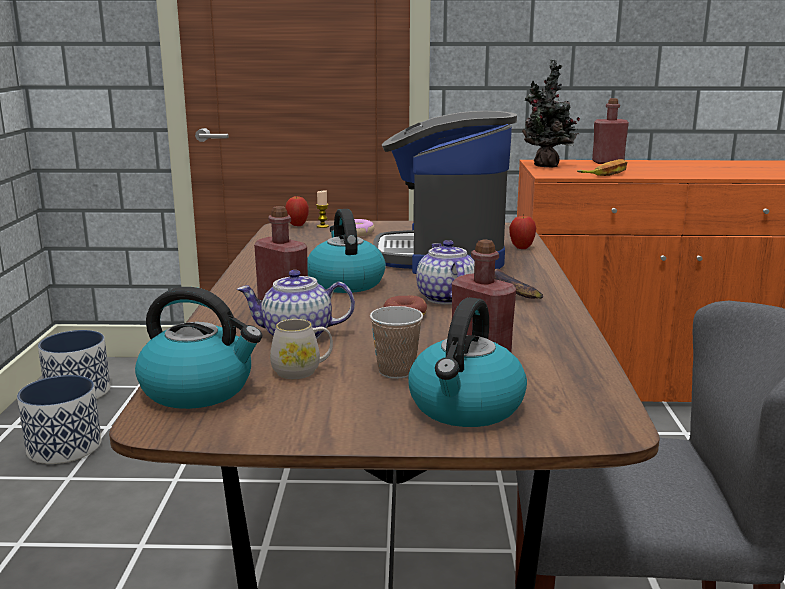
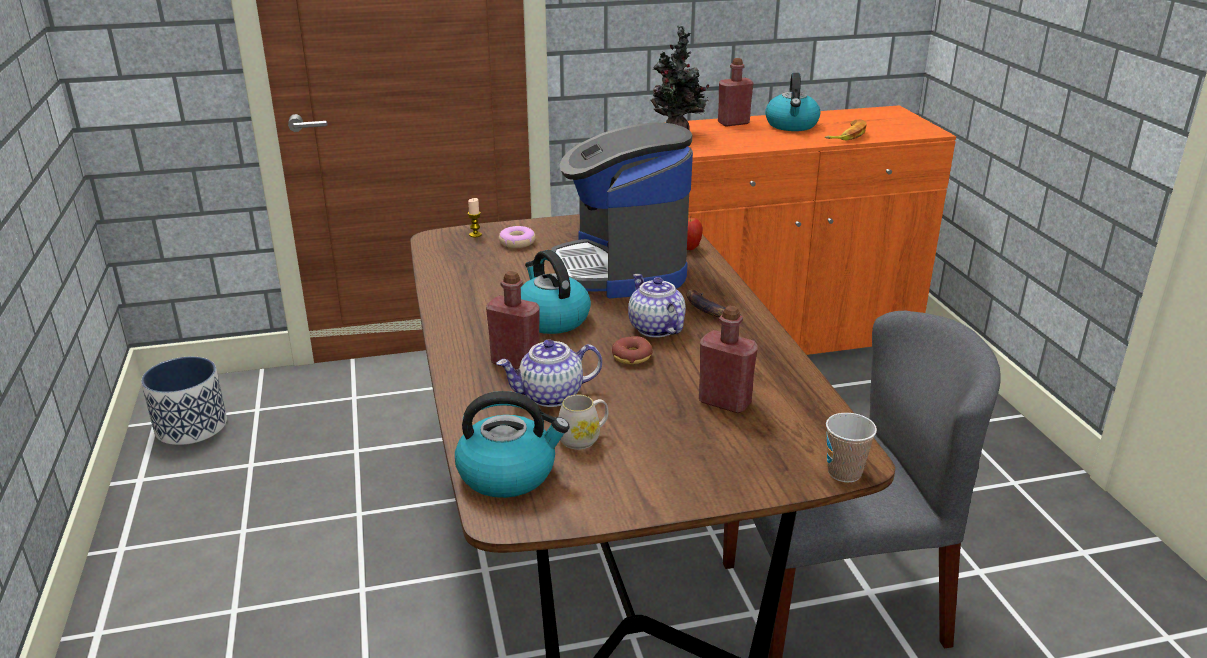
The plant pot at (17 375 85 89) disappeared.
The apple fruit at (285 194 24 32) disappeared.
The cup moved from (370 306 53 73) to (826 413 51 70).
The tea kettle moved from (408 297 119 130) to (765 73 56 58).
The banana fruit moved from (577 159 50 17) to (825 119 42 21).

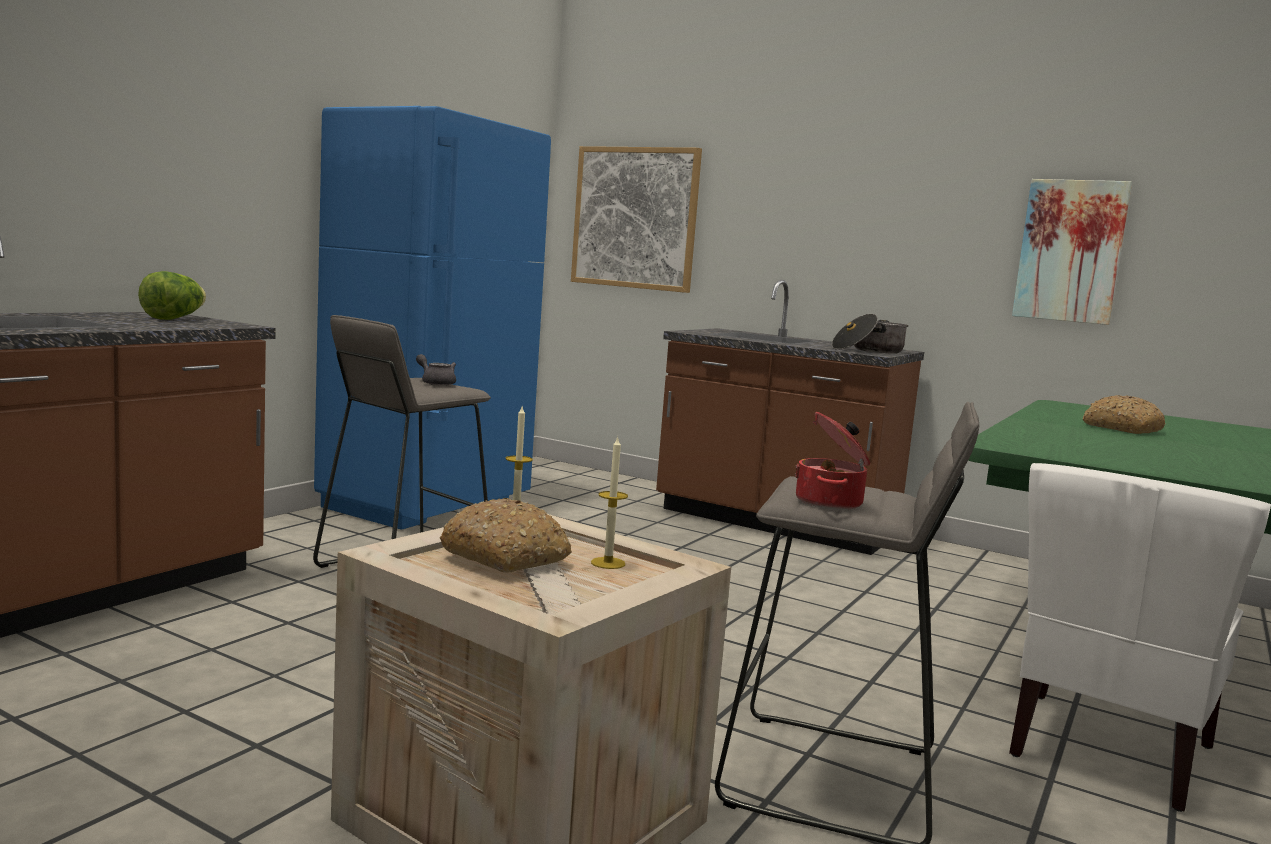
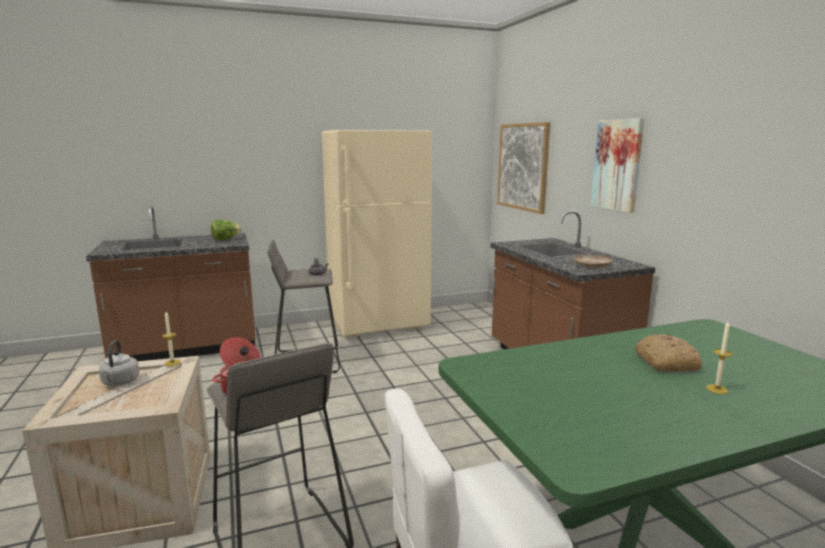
The wax light moved from (591 436 37 133) to (706 320 27 74).
The picture moved from (1012 179 120 146) to (591 118 53 95).
The bread at (440 498 132 75) was replaced by the greyish tea kettle at (99 340 40 46).
The cooking pot at (832 314 76 40) was replaced by the sand-coloured plate at (574 255 39 13).
The blue-coloured refrigerator at (314 106 237 424) became the sand-coloured refrigerator at (322 130 110 208).

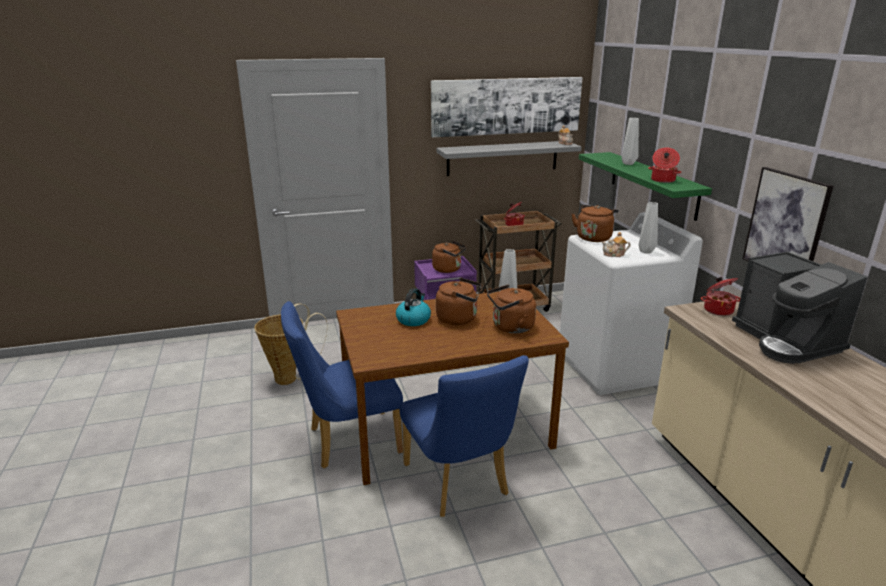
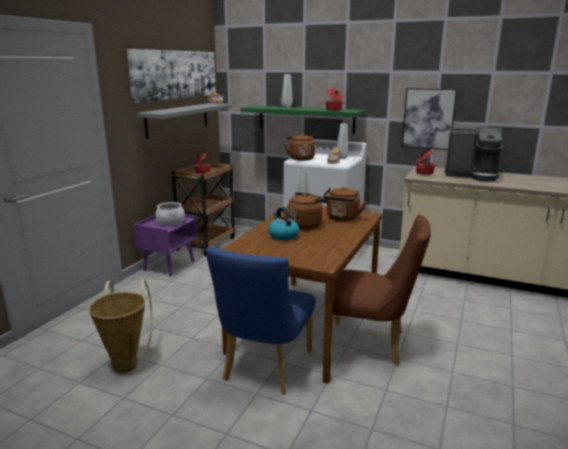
The brown tea kettle at (432 241 34 32) was replaced by the cooking pot at (155 202 30 24).
The blue-coloured chair at (399 355 130 162) became the brown chair at (332 214 99 151).

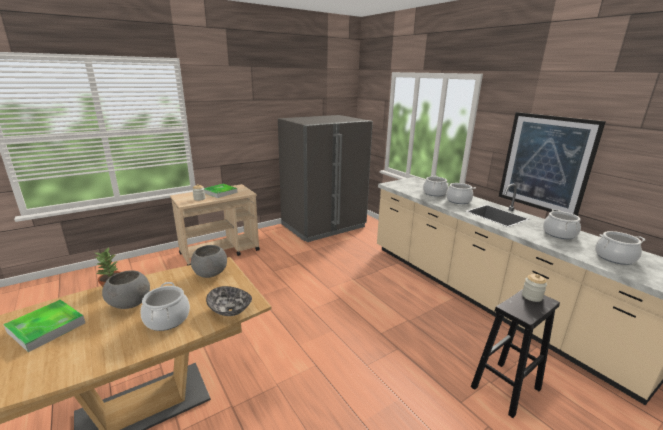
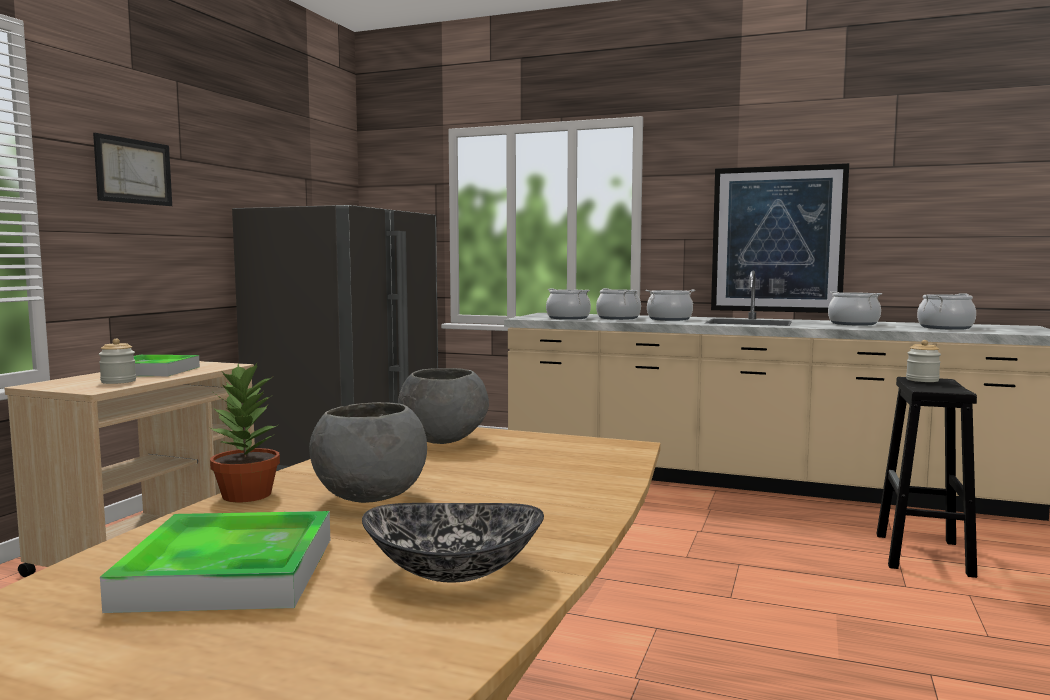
The picture at (93 133 79 73) appeared.
The cooking pot moved from (140 282 50 49) to (546 288 45 32).
The deep dish moved from (206 286 46 30) to (362 503 182 79).

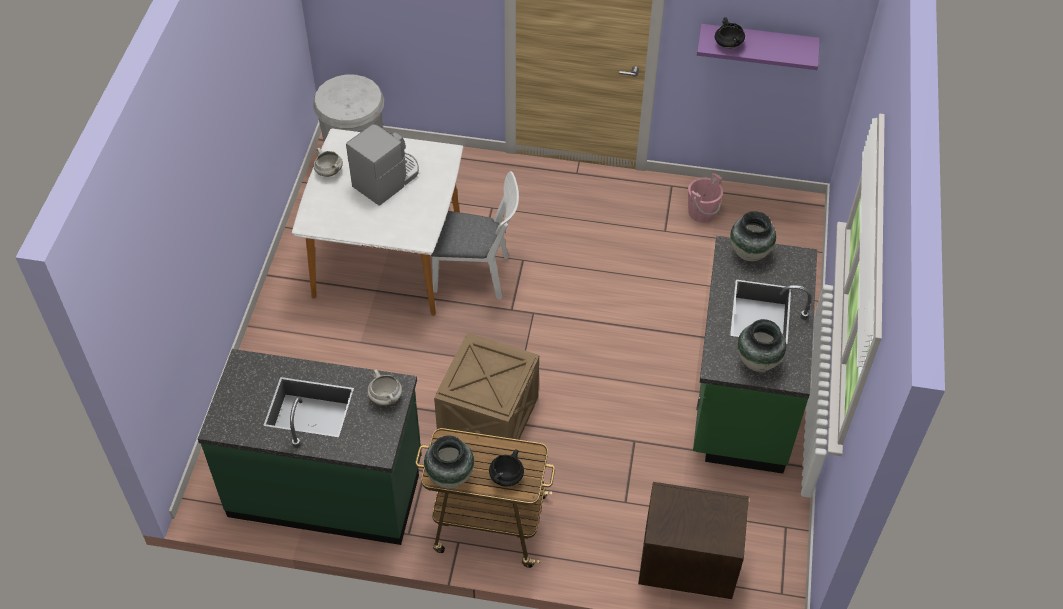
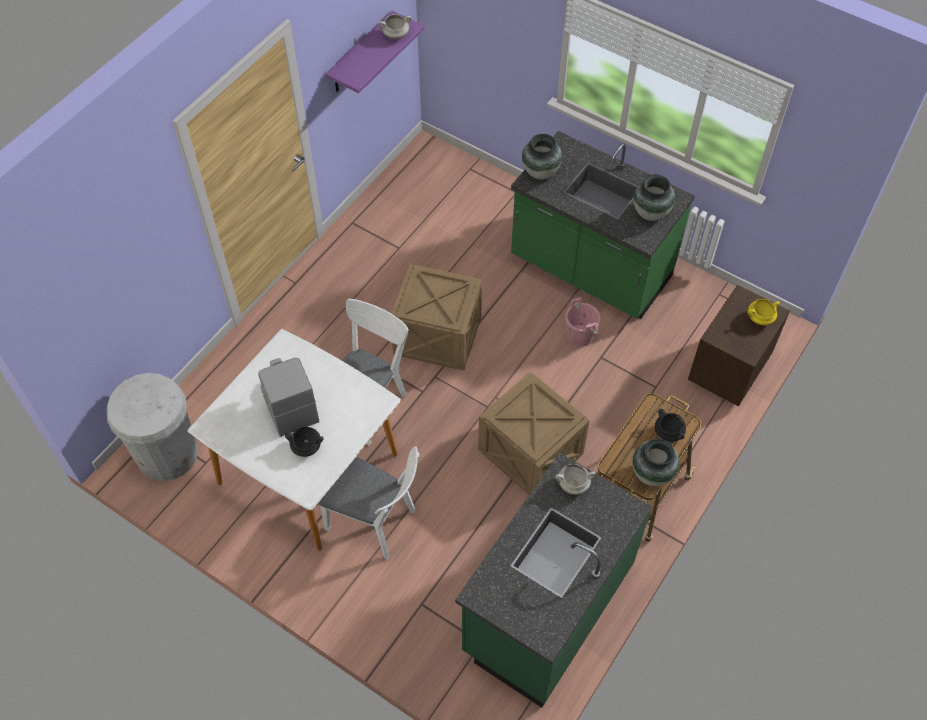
The white-coloured chair at (318 447 101 113) appeared.
The crate at (391 264 91 106) appeared.
The yellowish cooking pot at (748 299 32 26) appeared.
The white-coloured cooking pot moved from (314 148 29 29) to (378 14 33 25).
The pinkish bucket moved from (688 173 35 50) to (565 297 35 50).
The blackish cooking pot moved from (715 17 30 32) to (285 426 38 31).

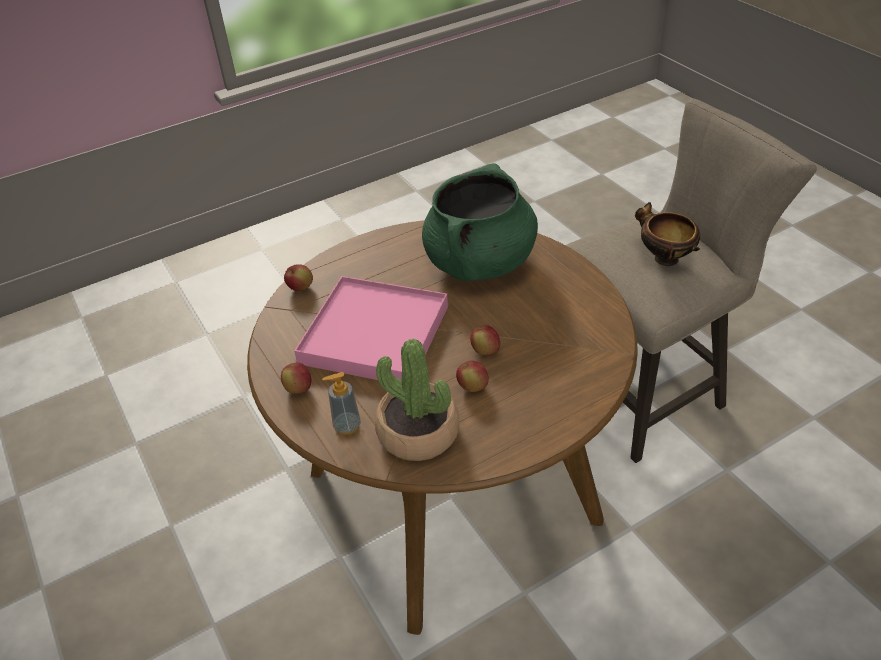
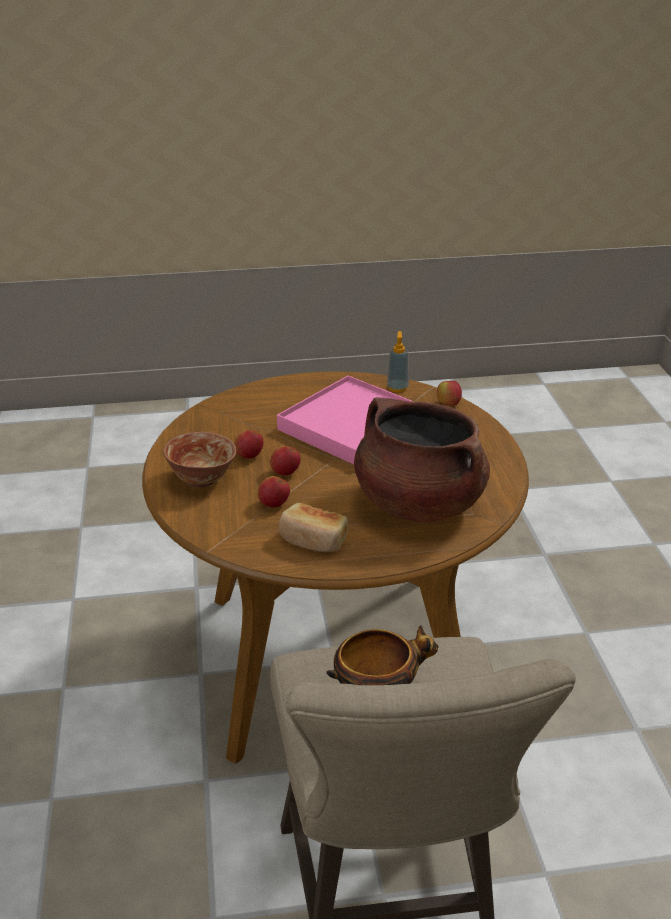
The plant in a pot at (375 339 85 122) disappeared.
The deep dish at (163 432 73 56) appeared.
The bread at (279 503 69 49) appeared.
The apple fruit moved from (281 362 30 32) to (258 476 32 31).
The liquid soap bottle moved from (322 372 39 63) to (387 331 22 61).
The greenish cooking pot at (422 163 116 118) became the brown cooking pot at (354 397 136 125).

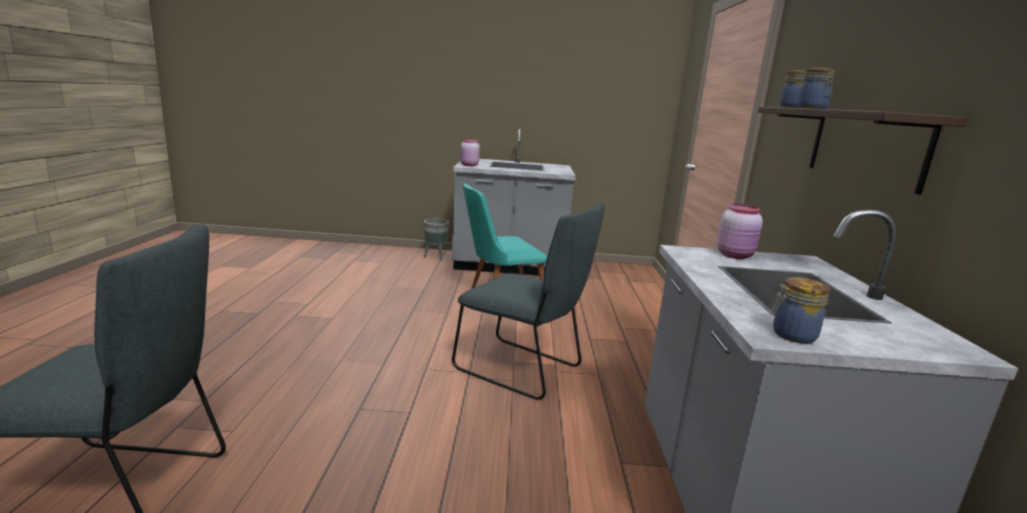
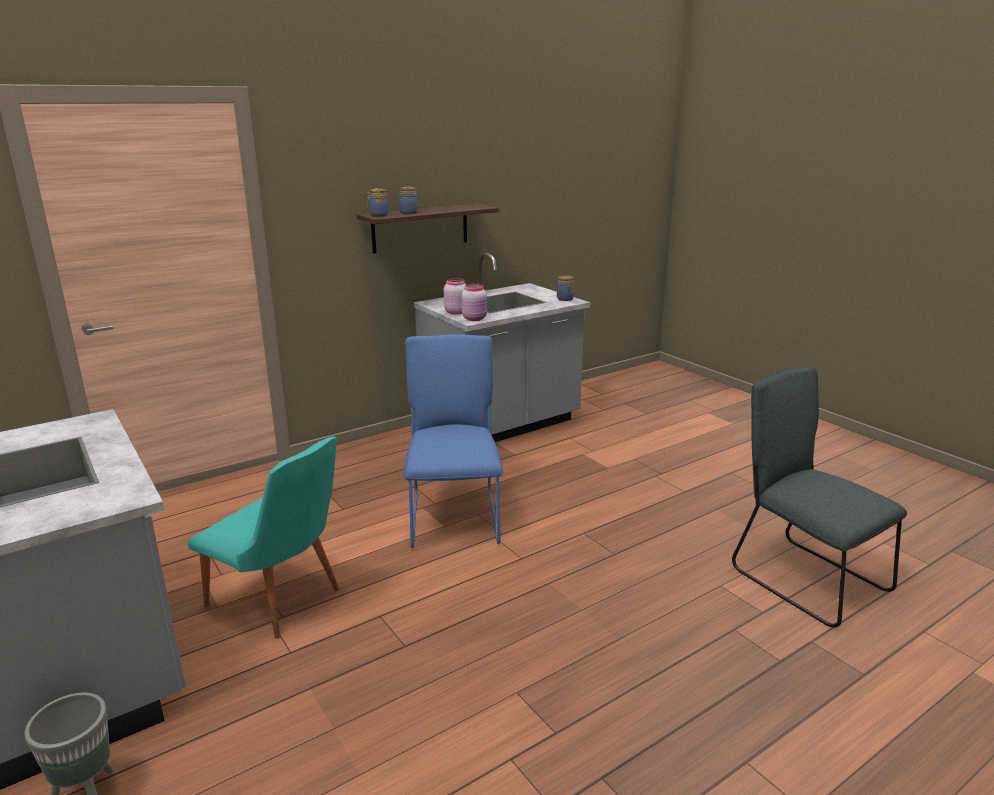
The pinkish preserve jar moved from (460 139 20 27) to (462 284 25 37).
The greyish chair at (452 203 152 197) became the blue-coloured chair at (404 334 99 214).

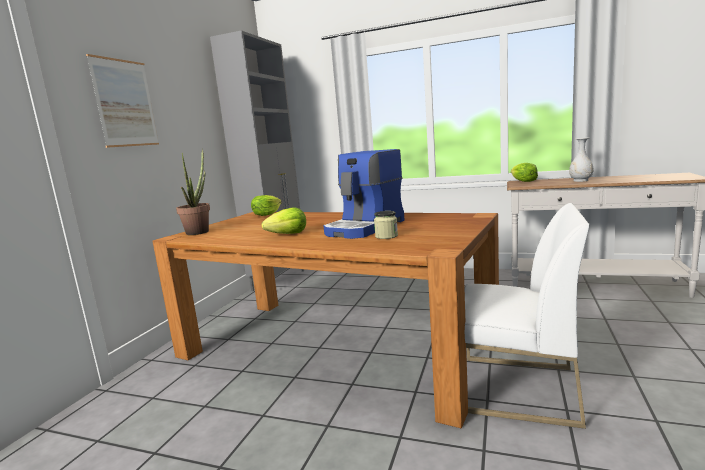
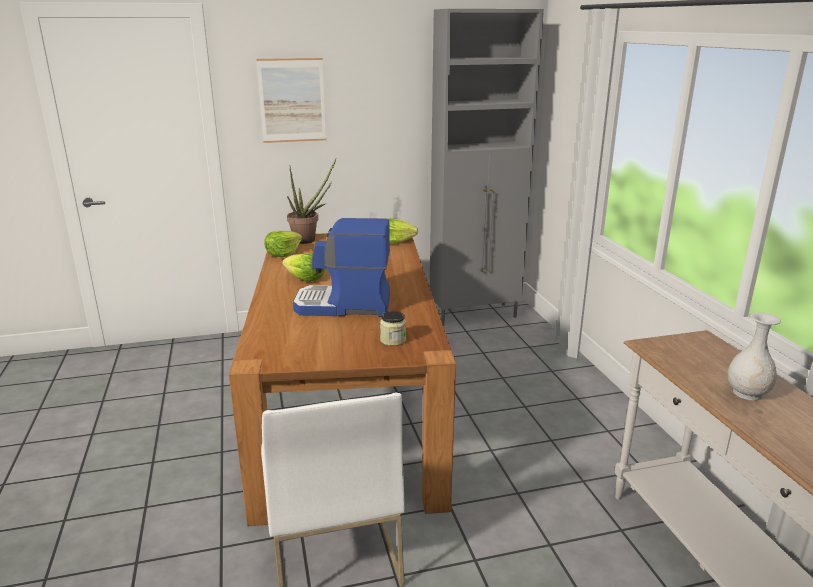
The preserve jar moved from (374 211 24 28) to (380 311 26 35).
The head of lettuce moved from (511 163 27 19) to (264 230 38 27).

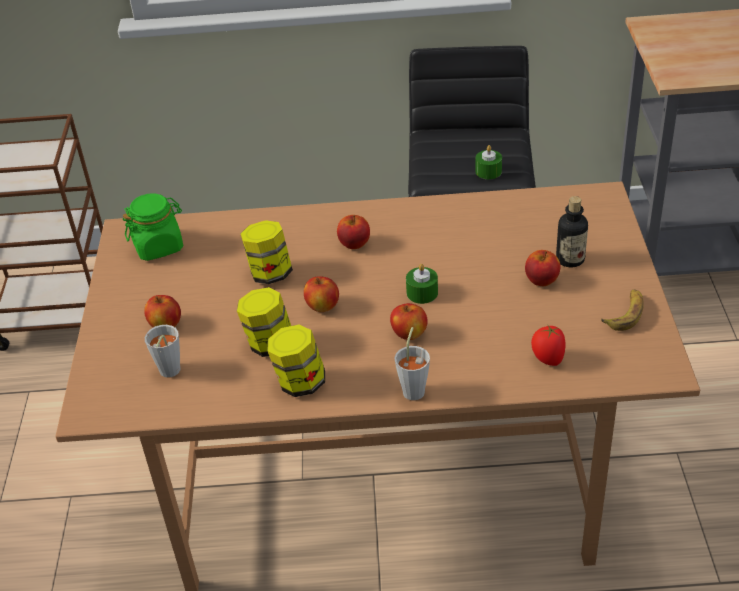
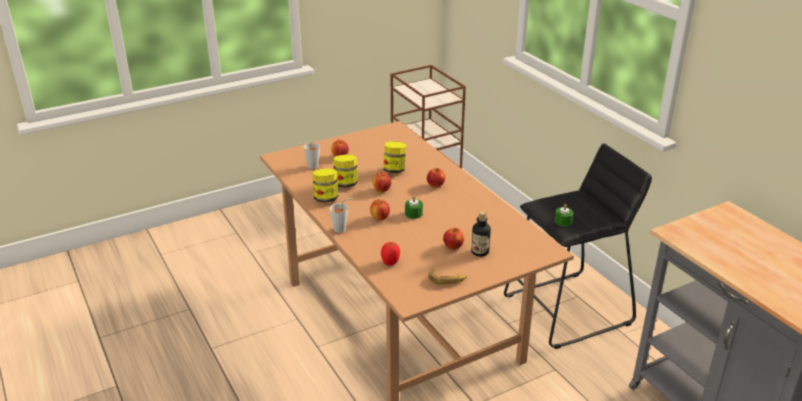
The greenish preserve jar at (123 193 61 68) disappeared.

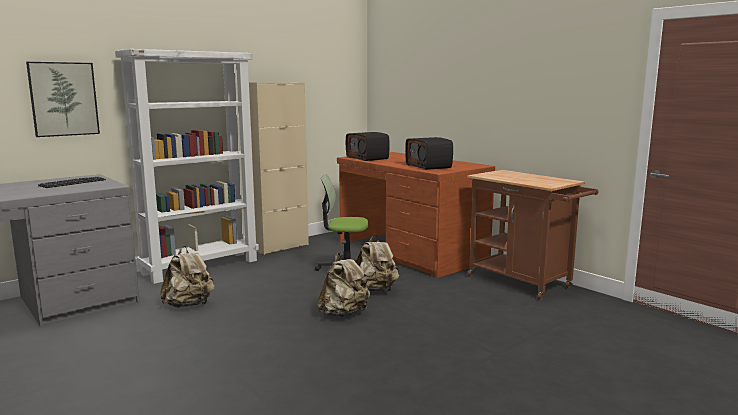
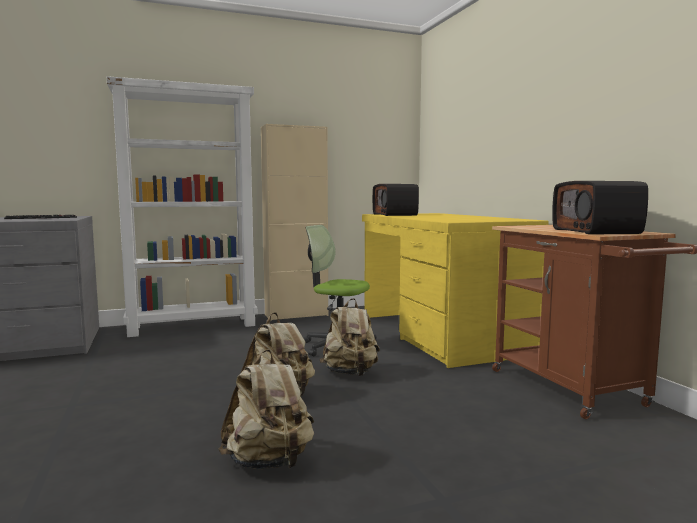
The picture at (26 62 74 75) disappeared.
The sand-coloured rucksack moved from (160 246 55 62) to (218 349 96 120).
The radio moved from (405 137 48 33) to (552 181 96 53).
The brown desk table at (337 152 158 126) became the yellowish desk table at (362 213 187 155).

